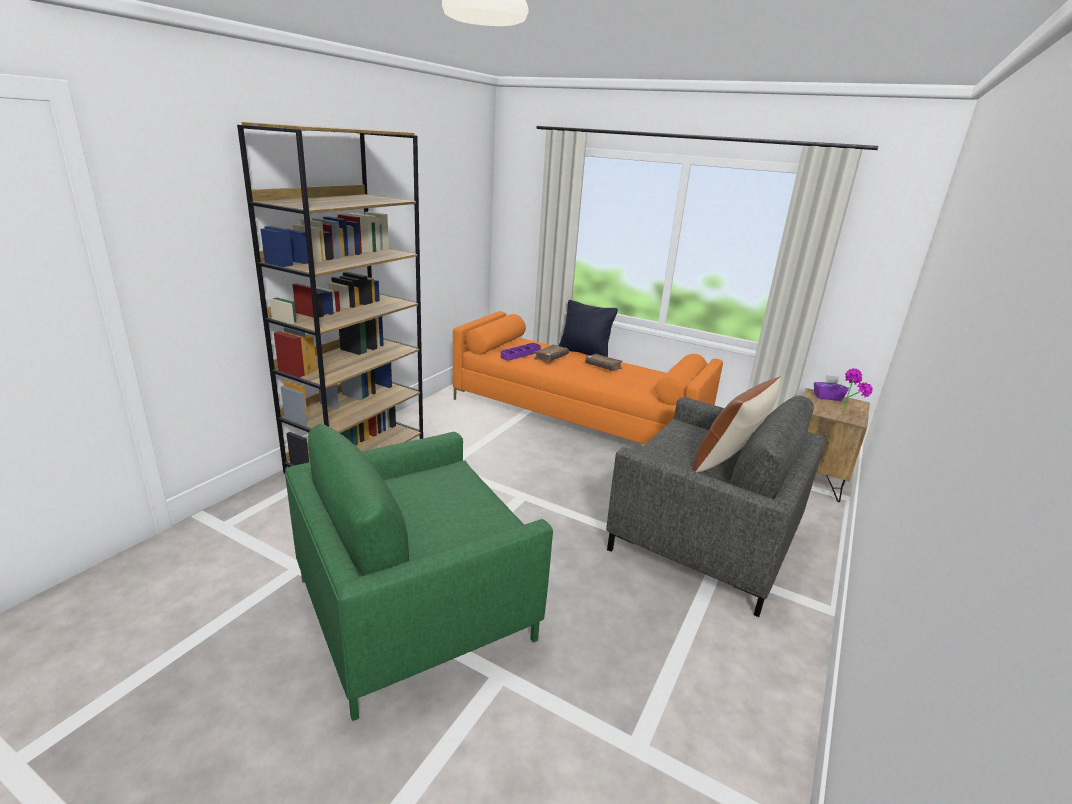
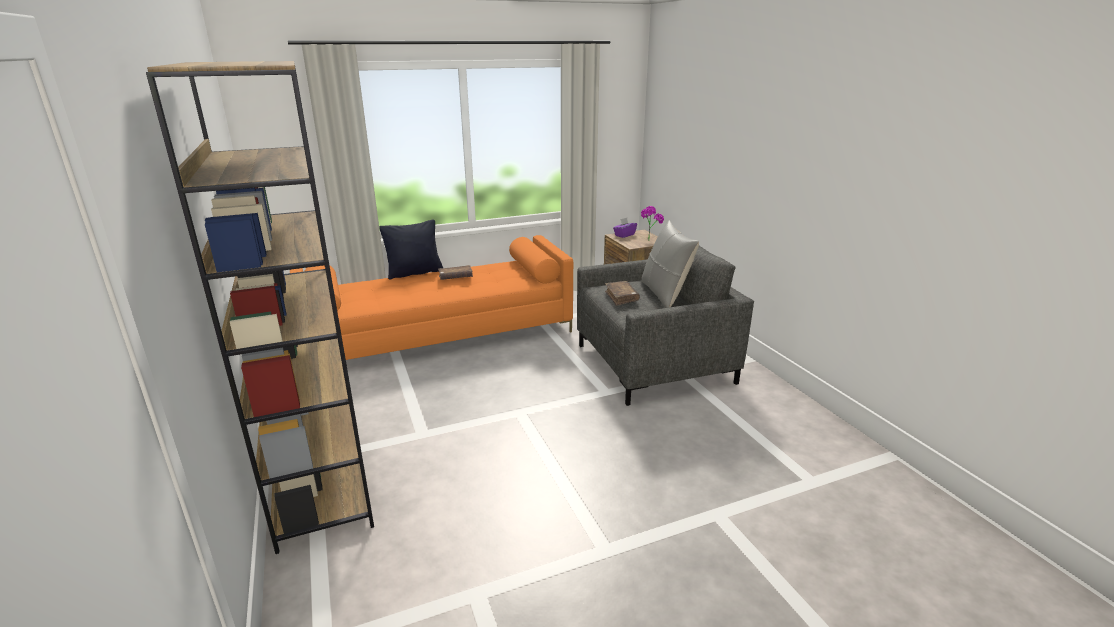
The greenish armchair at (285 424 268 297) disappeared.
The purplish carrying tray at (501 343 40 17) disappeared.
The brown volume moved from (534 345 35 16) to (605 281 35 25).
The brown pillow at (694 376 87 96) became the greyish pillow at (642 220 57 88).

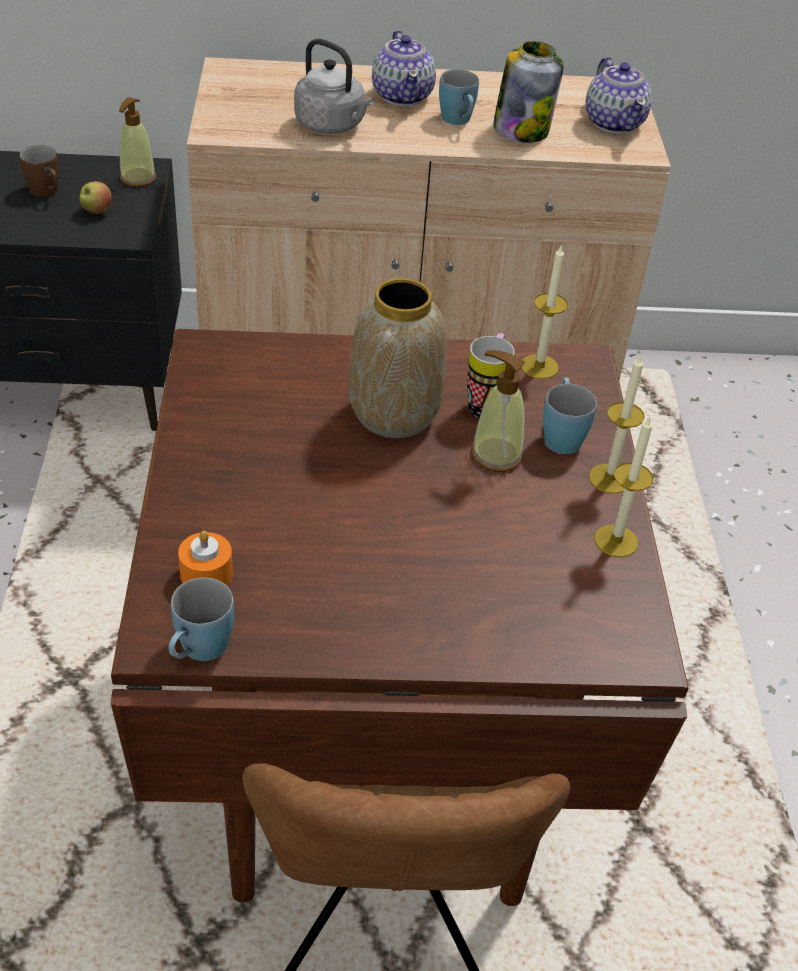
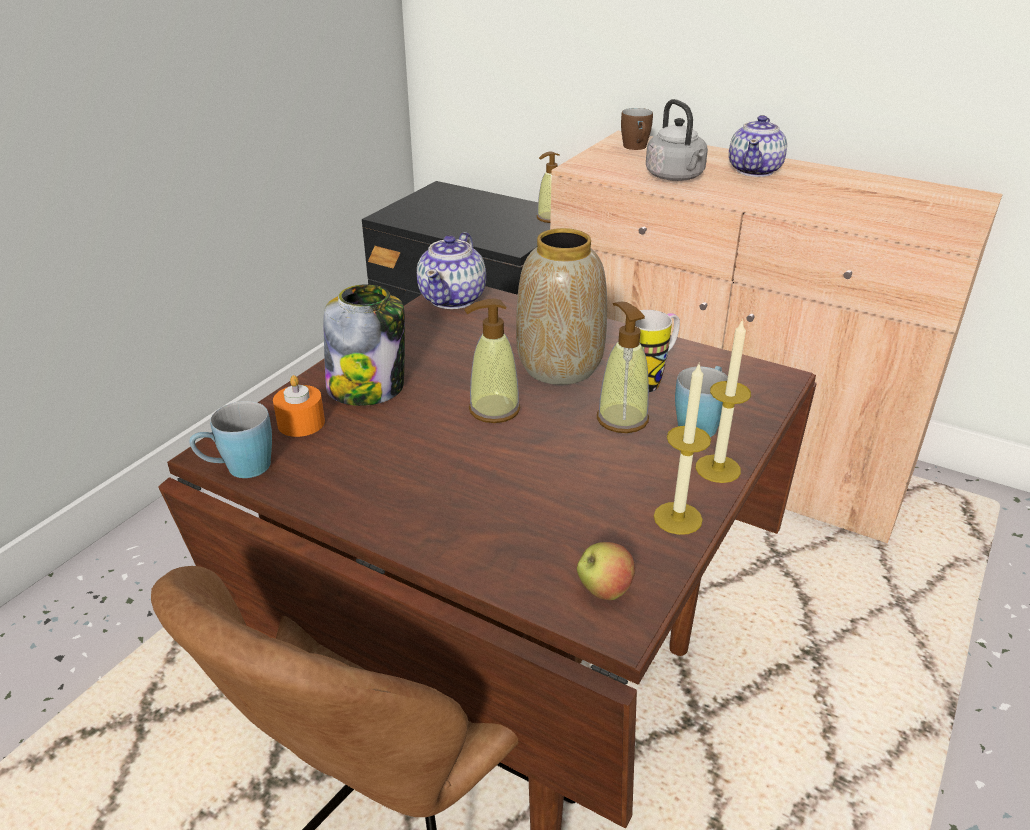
The blue-coloured tea mug at (439 69 40 56) disappeared.
The wax light at (521 244 47 135) disappeared.
The liquid soap bottle at (464 299 57 124) appeared.
The brown tea mug moved from (20 145 39 52) to (621 108 32 42).
The apple fruit moved from (79 181 33 33) to (577 542 58 58).
The preserve jar moved from (493 41 71 102) to (323 284 82 122).
The pot for tea moved from (585 57 67 76) to (417 232 69 77).

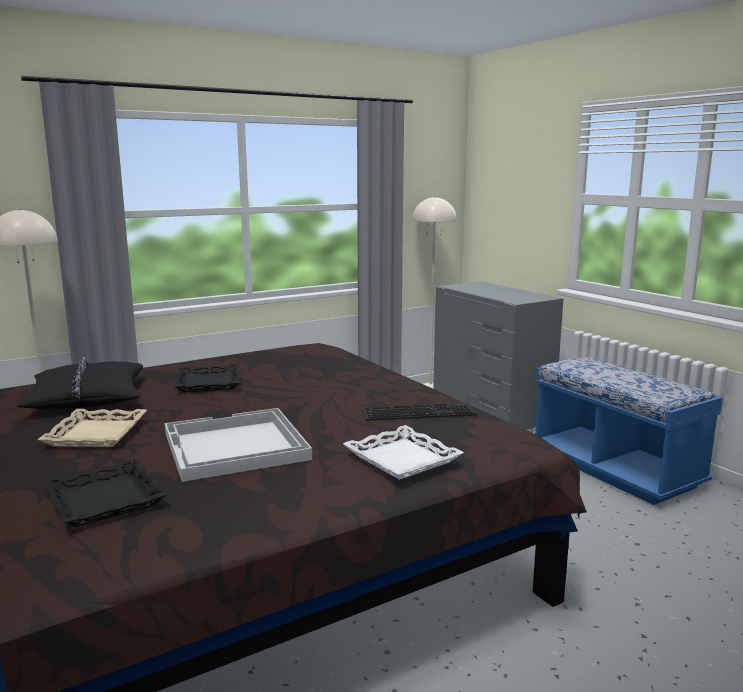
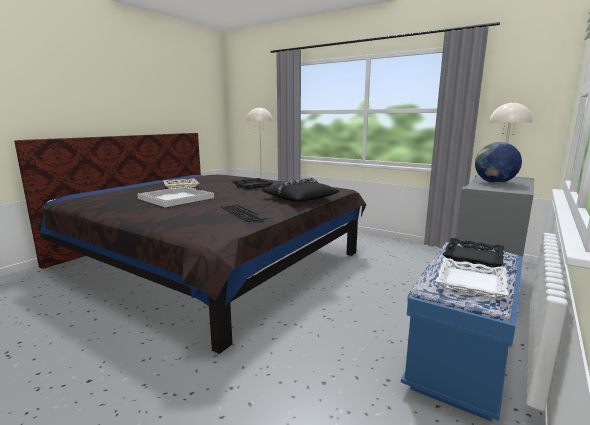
The desk globe at (475 142 47 41) appeared.
The blackish pillow moved from (17 356 126 53) to (261 178 79 24).
The blackish carrying tray moved from (42 459 125 68) to (443 238 61 30).
The white-coloured carrying tray moved from (343 425 121 55) to (436 258 73 41).

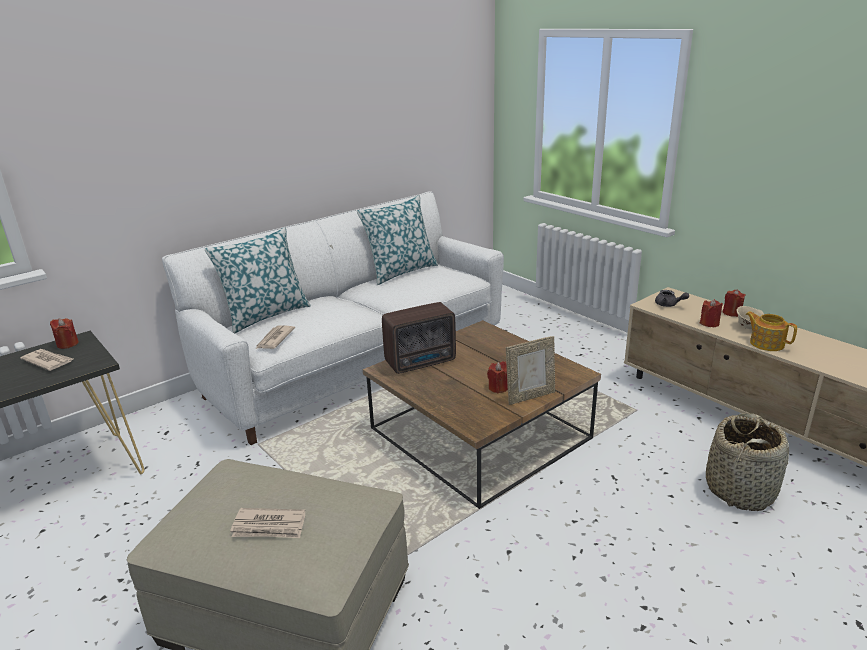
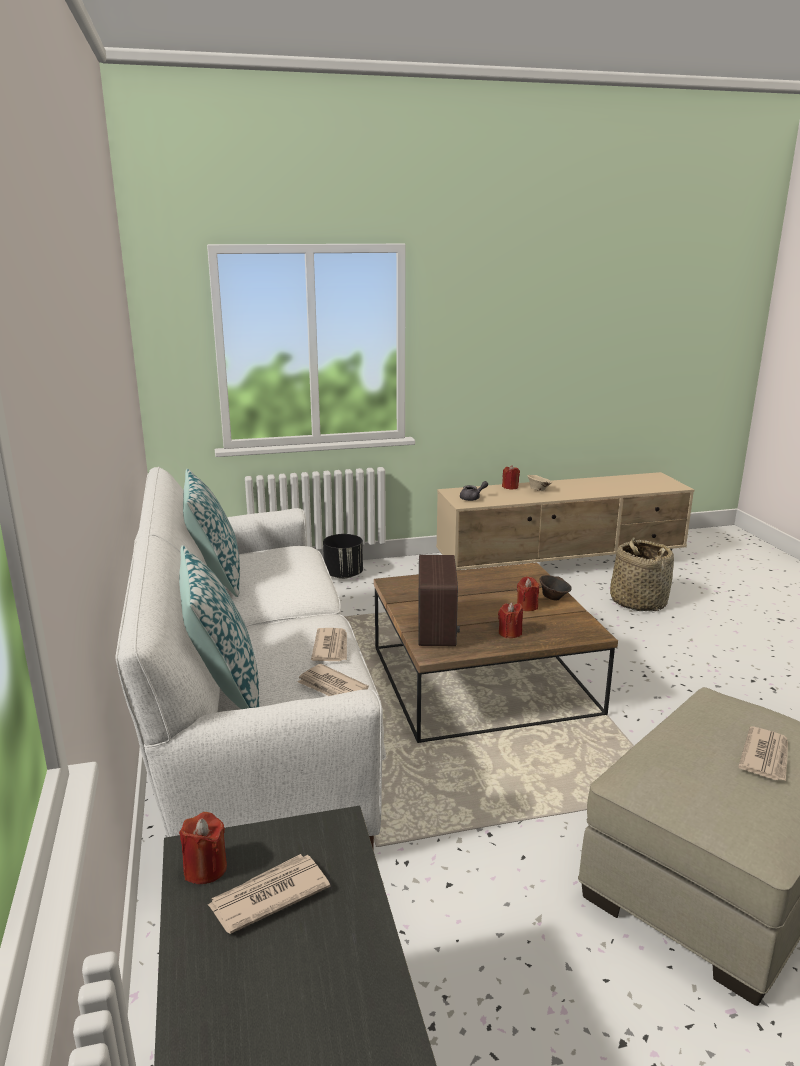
The pot for tea at (746 311 51 40) disappeared.
The daily paper at (311 628 36 33) appeared.
The blackish plant pot at (323 534 40 45) appeared.
The red wax light moved from (700 299 23 28) to (498 602 25 36).
The picture frame at (506 336 49 69) was replaced by the brown deep dish at (540 575 32 25).

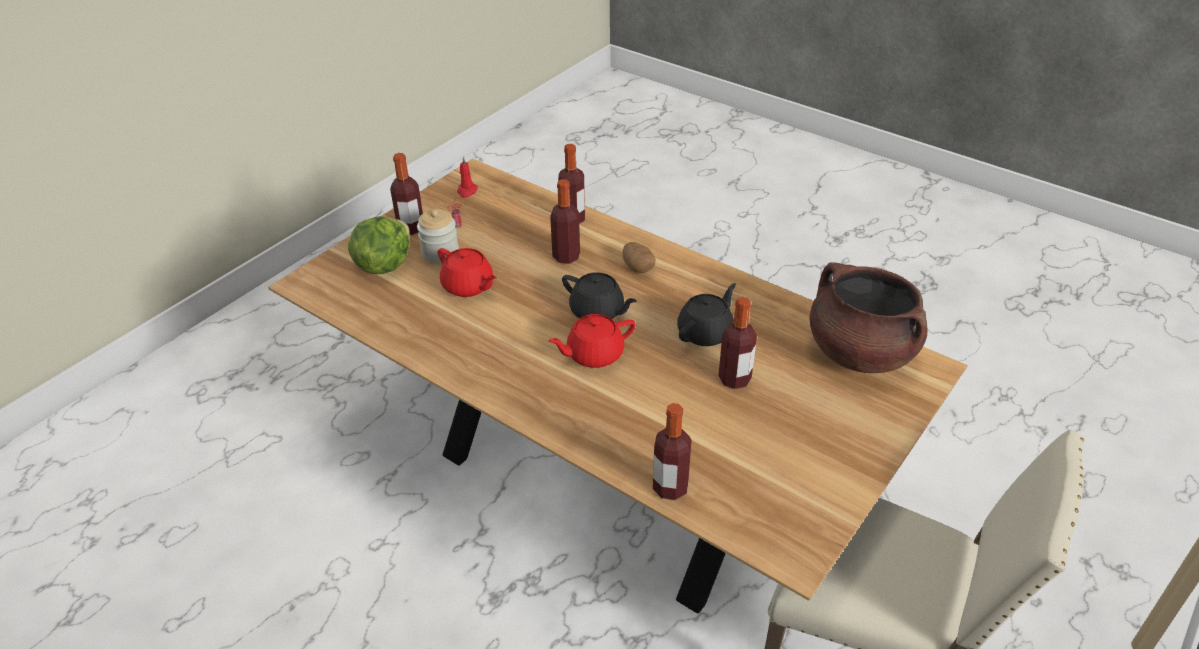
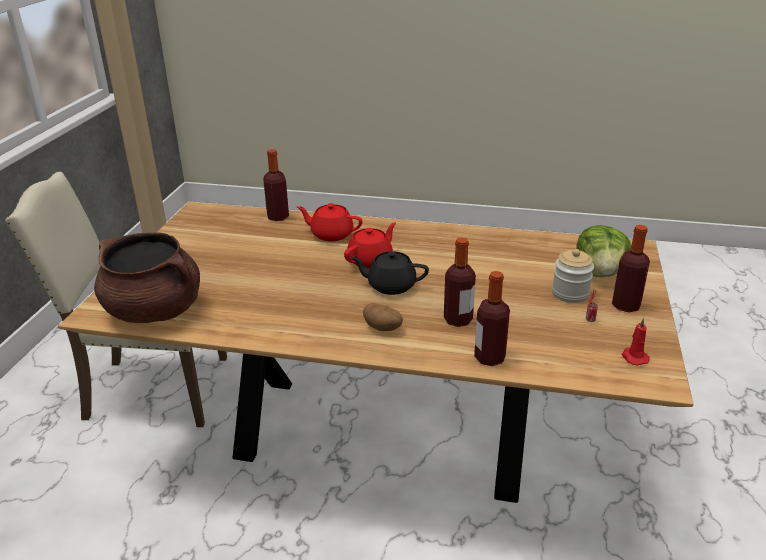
The blackish pot for tea at (677 283 59 63) disappeared.
The bottle at (718 297 39 92) disappeared.
The red pot for tea moved from (438 248 59 49) to (297 203 65 38).

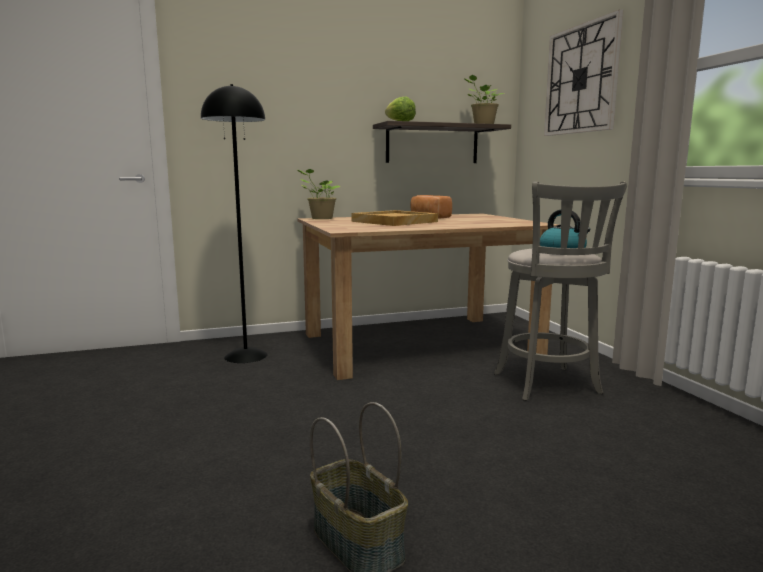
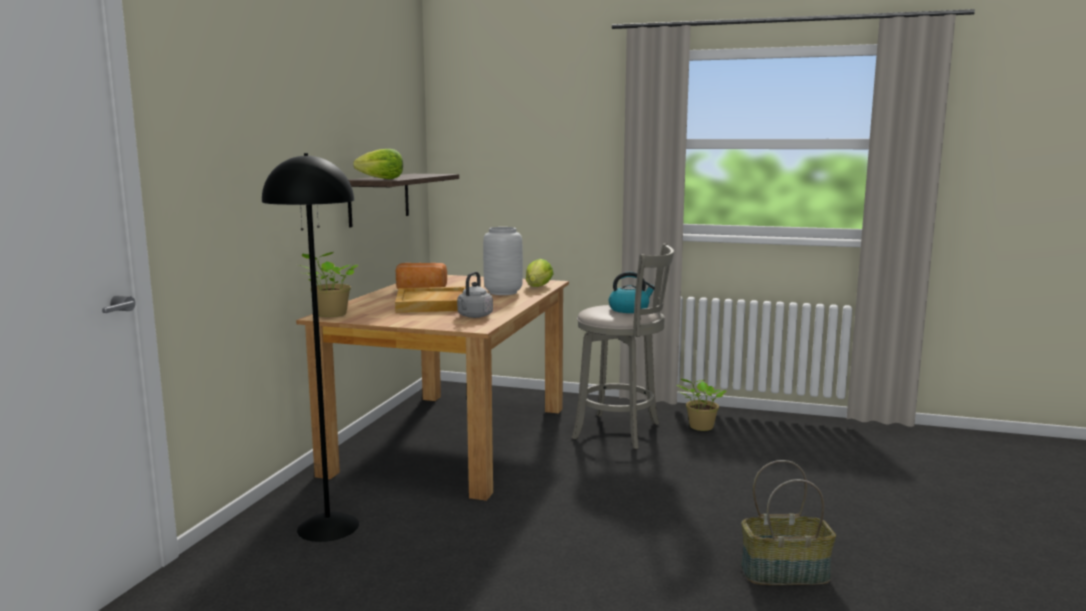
The hanging clock at (544 9 79 127) disappeared.
The greyish tea kettle at (457 271 36 47) appeared.
The greyish vase at (483 227 40 68) appeared.
The head of lettuce at (526 259 28 28) appeared.
The plant in a pot moved from (463 75 41 49) to (677 379 50 52).

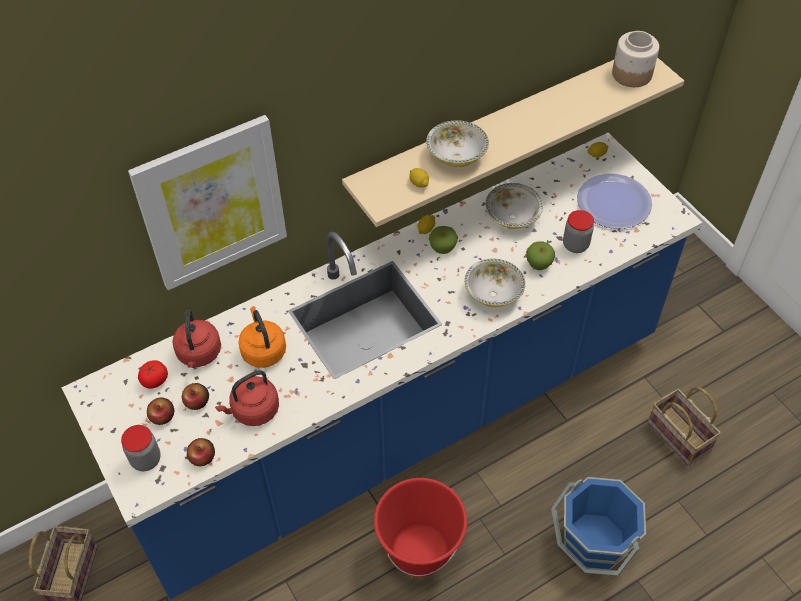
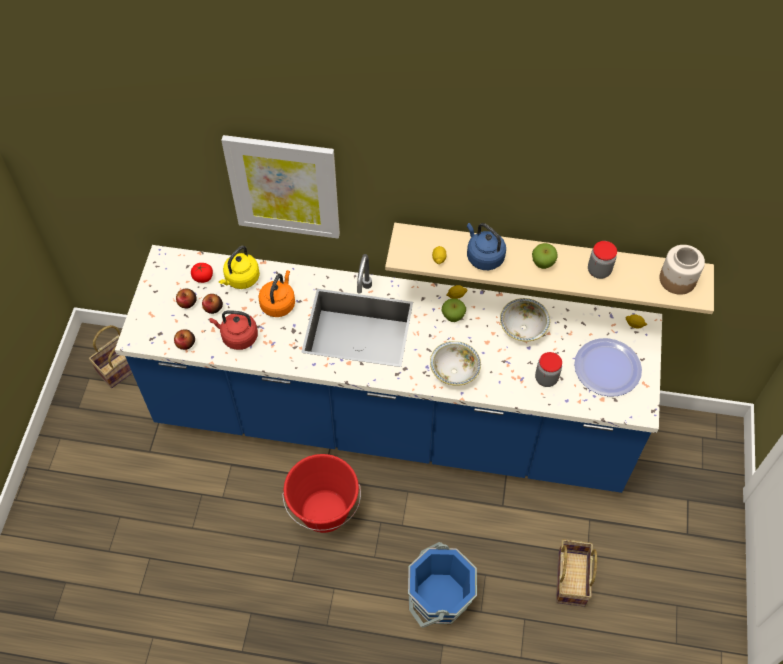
The preserve jar moved from (121 425 40 46) to (588 241 29 38).
The apple fruit moved from (526 241 29 29) to (532 243 26 26).
The deep dish at (426 120 63 47) was replaced by the blue-coloured tea kettle at (467 223 39 47).
The red tea kettle at (172 310 49 58) became the yellowish tea kettle at (219 246 41 43).

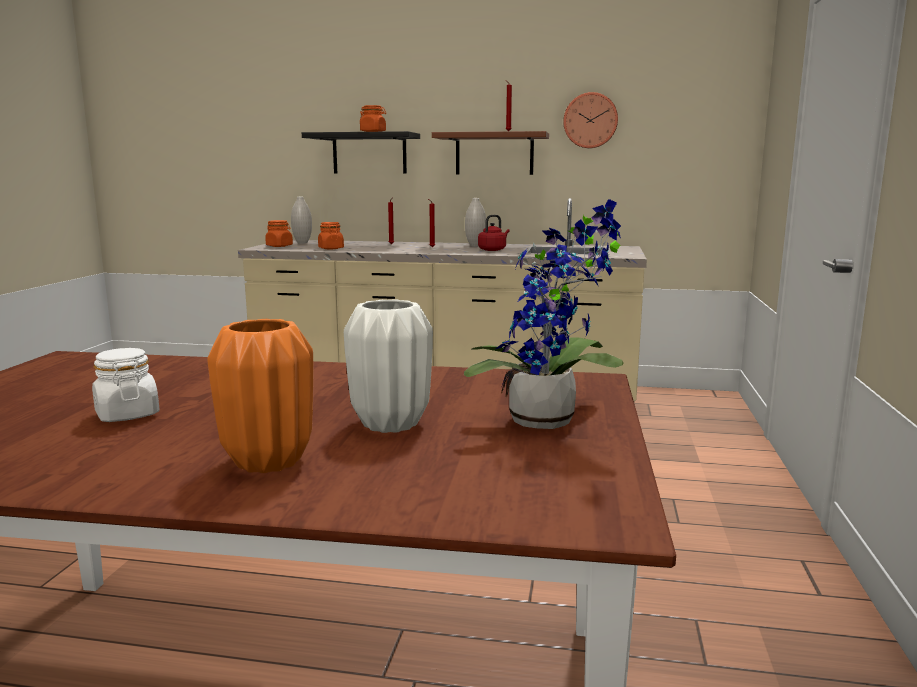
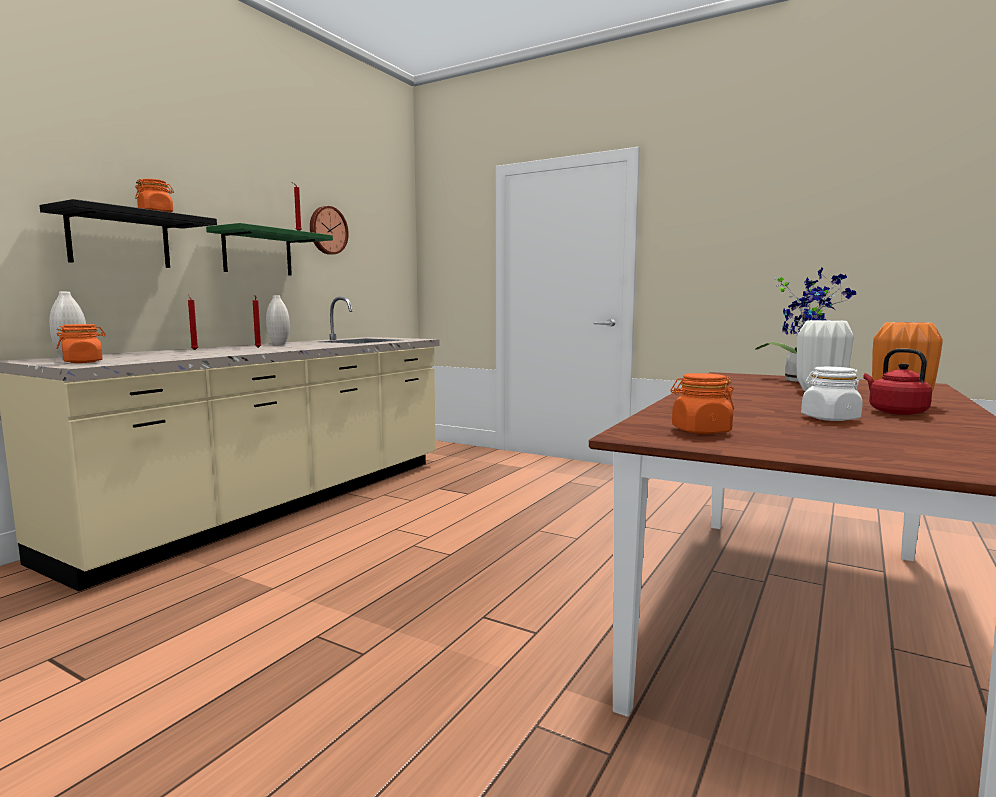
The orange preserve jar moved from (318 222 26 27) to (670 373 64 61).
The red tea kettle moved from (478 215 32 36) to (863 349 69 66).
The brown bracket shelf at (432 131 117 44) became the greenish bracket shelf at (206 223 127 52).

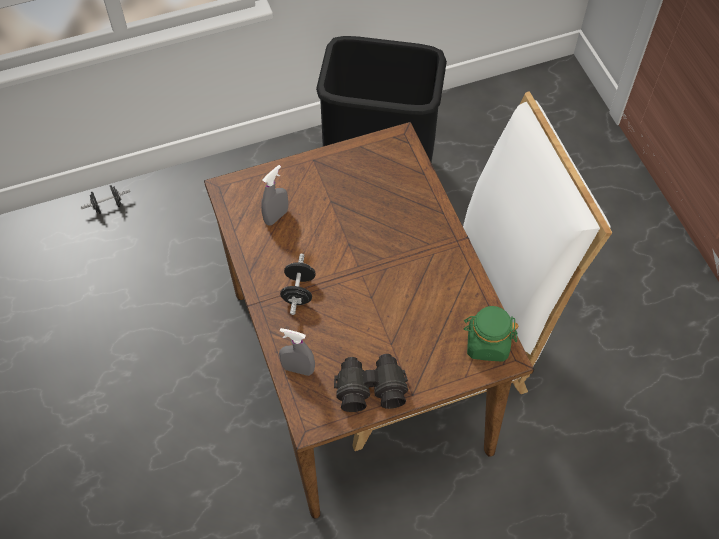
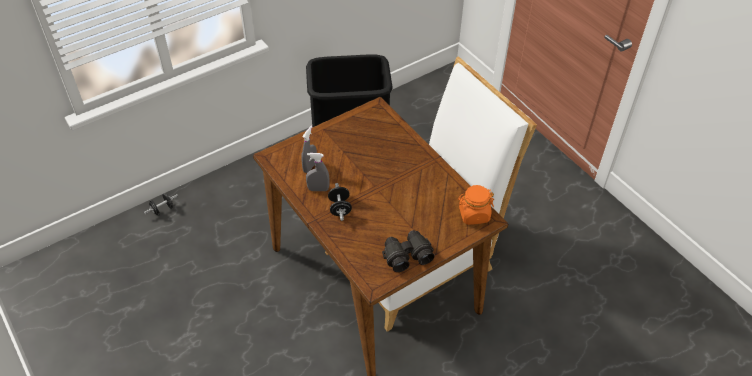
The greyish hand sprayer moved from (279 328 36 48) to (306 153 24 38).
The greenish preserve jar at (464 306 54 56) became the orange preserve jar at (458 185 36 40).

